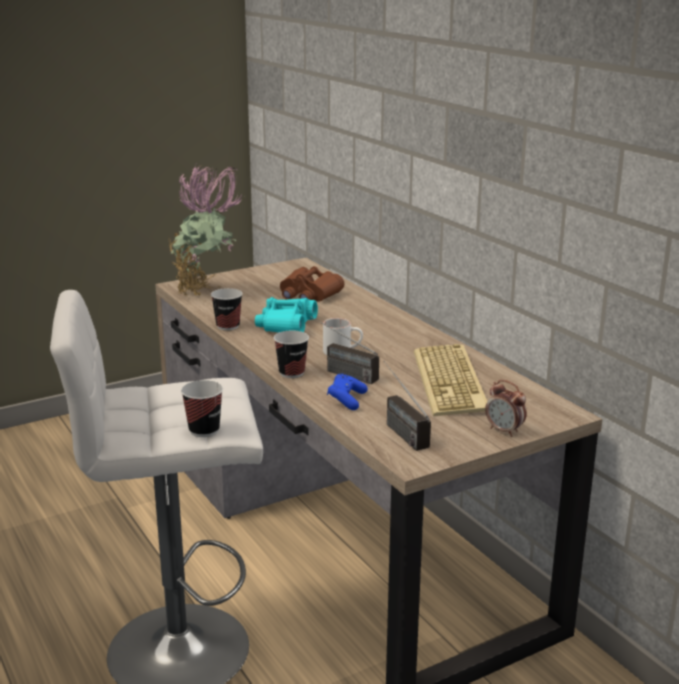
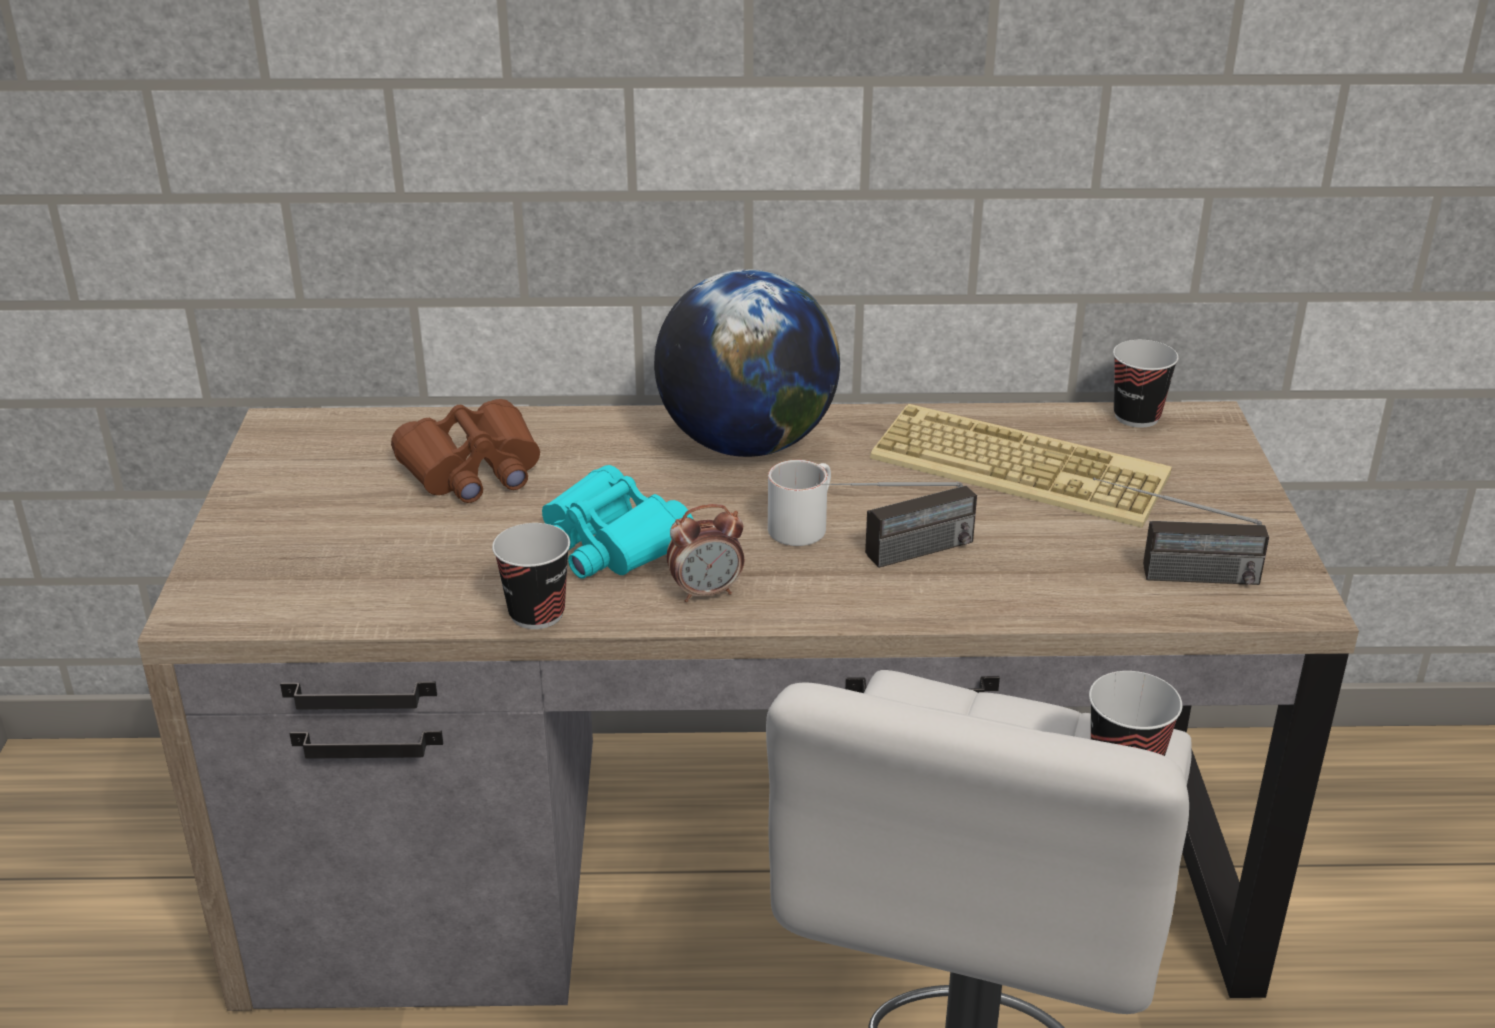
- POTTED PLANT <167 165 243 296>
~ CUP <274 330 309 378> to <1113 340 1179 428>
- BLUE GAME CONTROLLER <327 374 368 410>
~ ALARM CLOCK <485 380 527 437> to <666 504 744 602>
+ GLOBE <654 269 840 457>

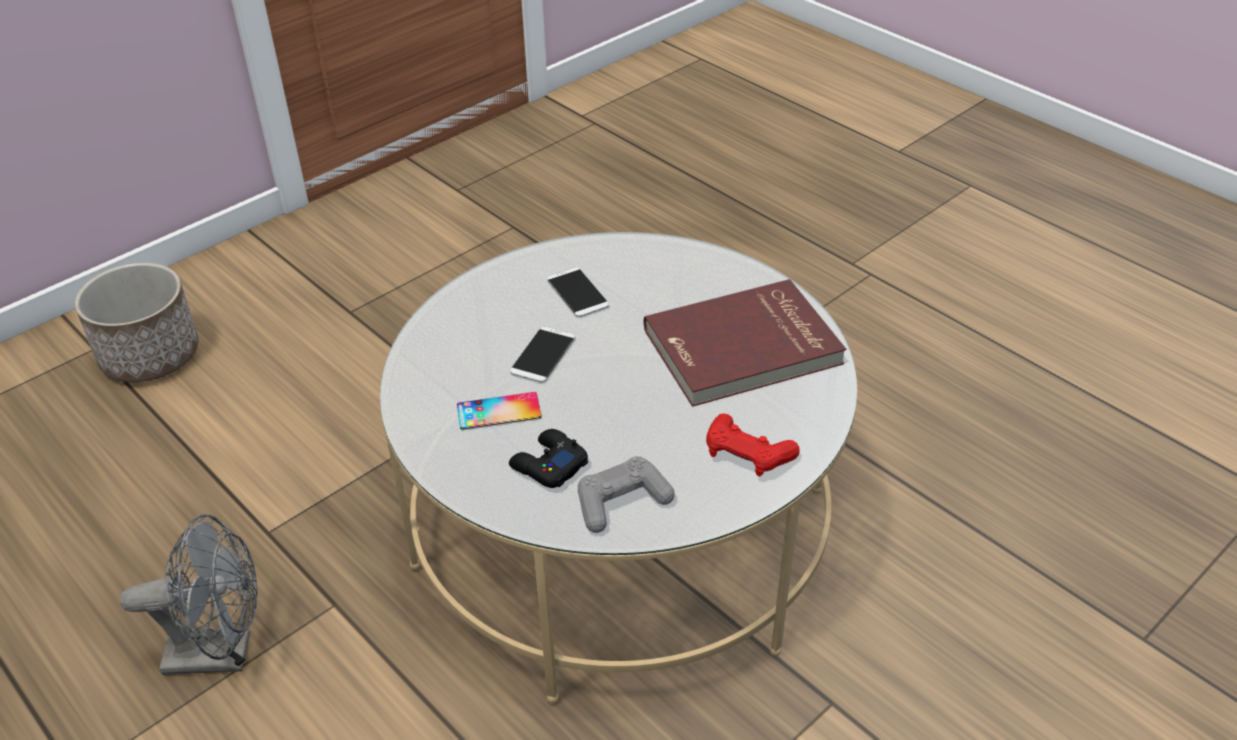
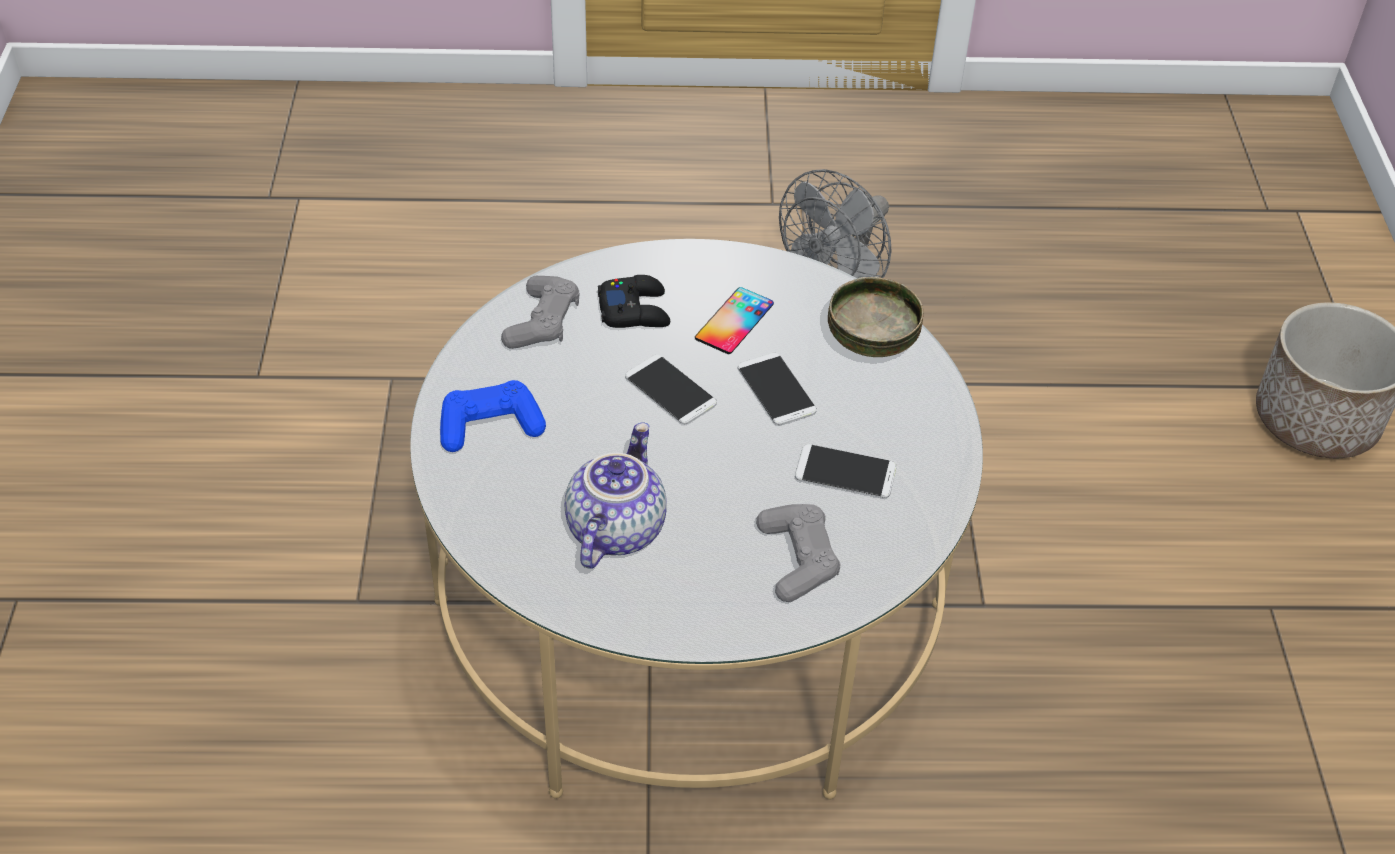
~ RED BOOK <644 279 846 407> to TEAPOT <565 422 667 569>
~ RED GAME CONTROLLER <706 413 800 477> to BLUE GAME CONTROLLER <440 380 546 452>
+ BOWL <828 277 924 357>
+ PHONE <625 355 717 424>
+ GREY GAME CONTROLLER <756 504 841 602>

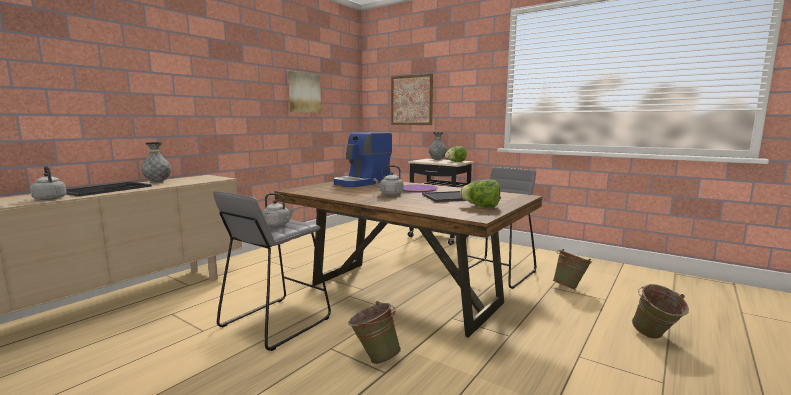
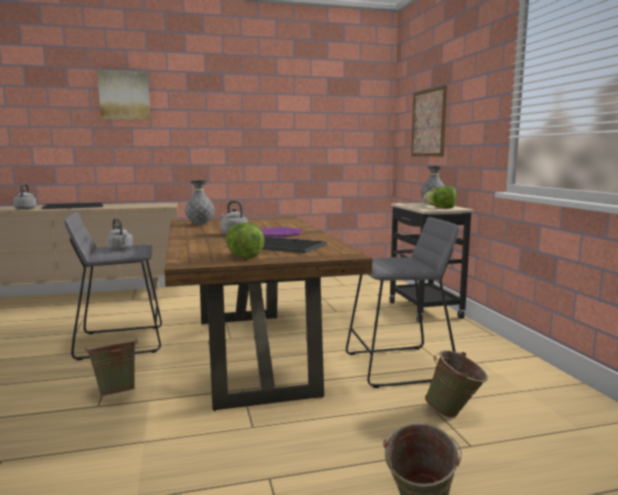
~ PICTURE <288 71 321 113> to <97 70 150 120>
- COFFEE MACHINE <334 132 392 187>
~ GREY VASE <141 142 171 182> to <185 180 215 225>

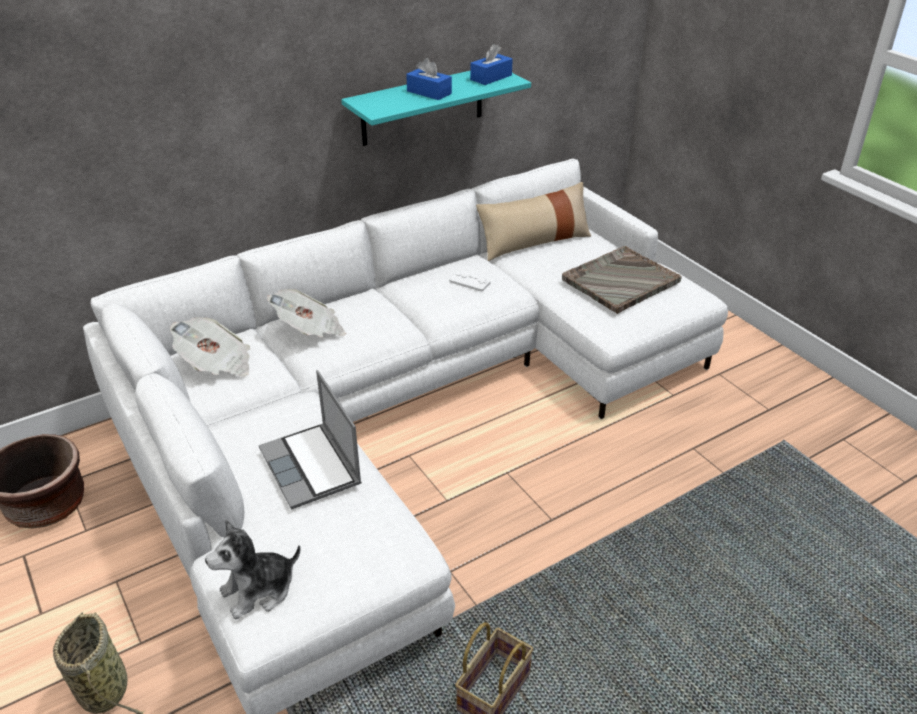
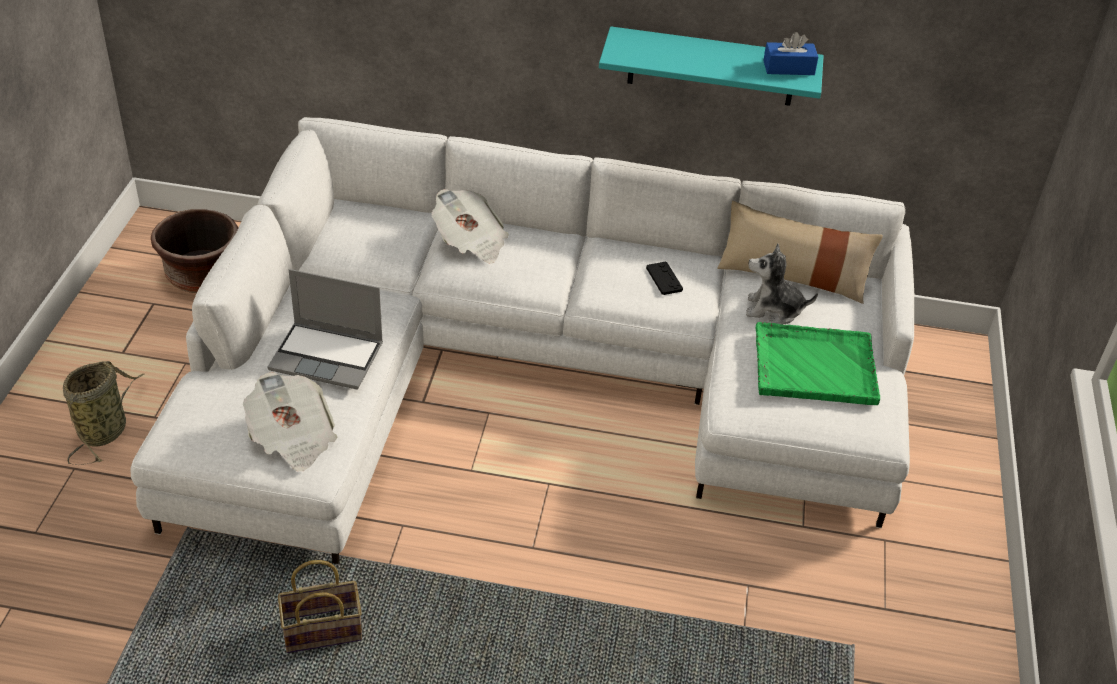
- BLUE TISSUE BOX <406 58 452 100>
~ GREY TRAY <562 246 682 314> to GREEN TRAY <756 322 880 405>
~ WHITE GAME CONTROLLER <449 271 491 292> to BLACK GAME CONTROLLER <646 262 683 295>
~ NEWSPAPER <170 317 250 376> to <243 372 338 471>
~ LAPTOP <259 370 362 510> = <268 269 383 389> 90 degrees counterclockwise
~ PLUSH TOY <205 520 301 619> to <746 243 818 325>

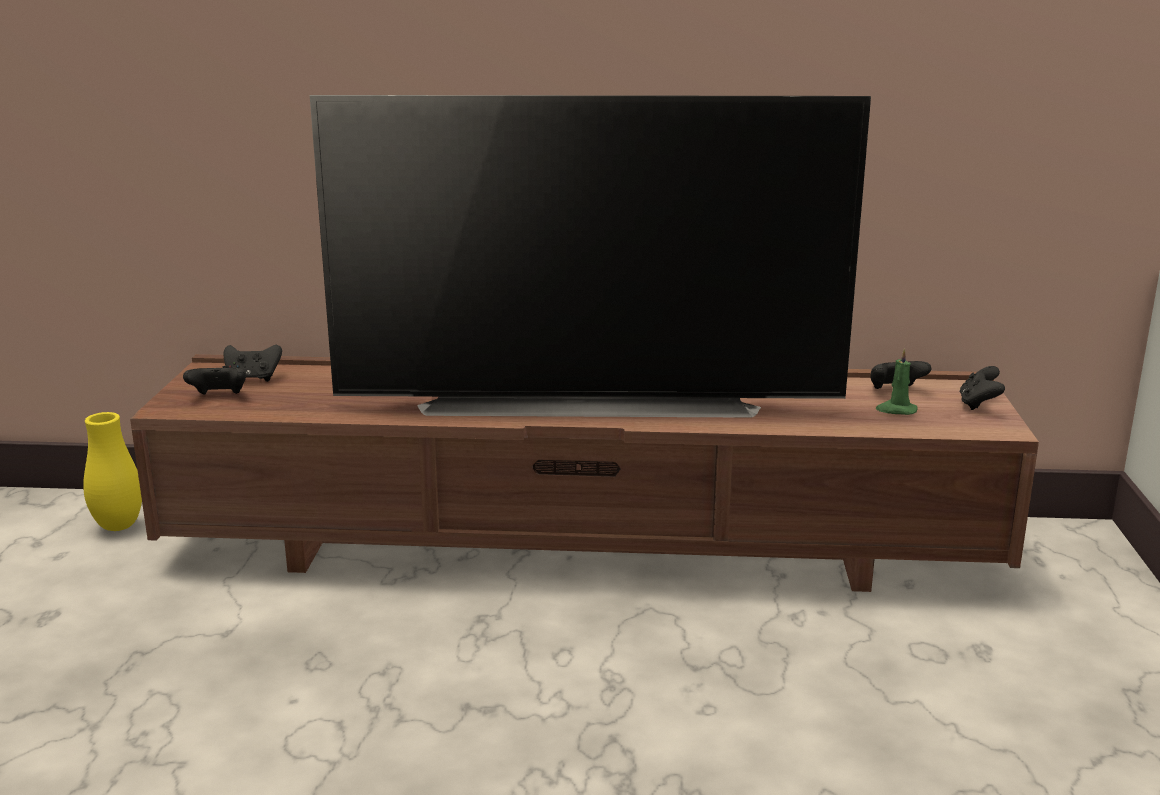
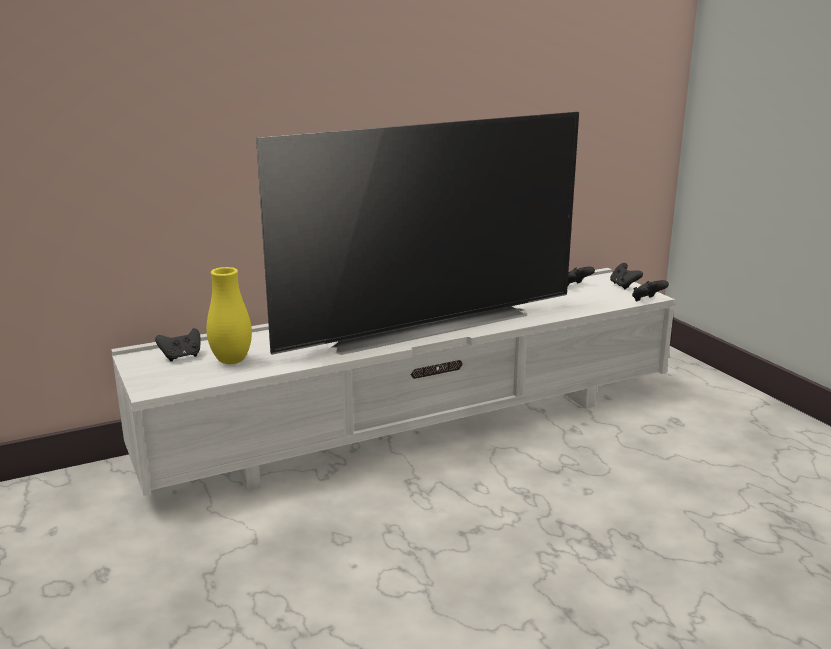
- GREEN CANDLE <876 349 918 415>
~ BROWN TV STAND <130 354 1039 592> to WHITE TV STAND <111 268 675 496>
~ BLACK GAME CONTROLLER <183 366 246 395> to <632 280 669 302>
~ YELLOW VASE <83 412 142 531> to <207 267 252 364>

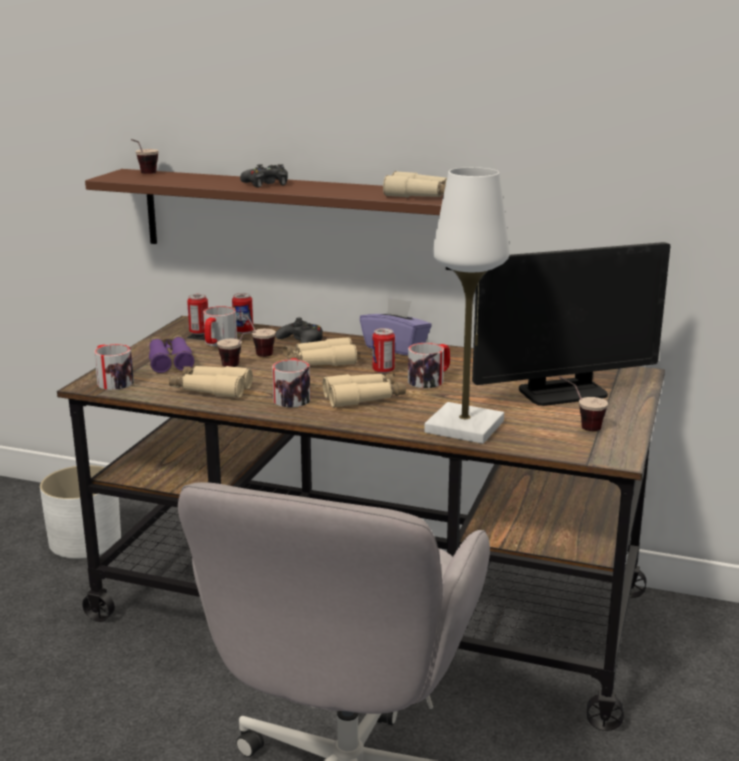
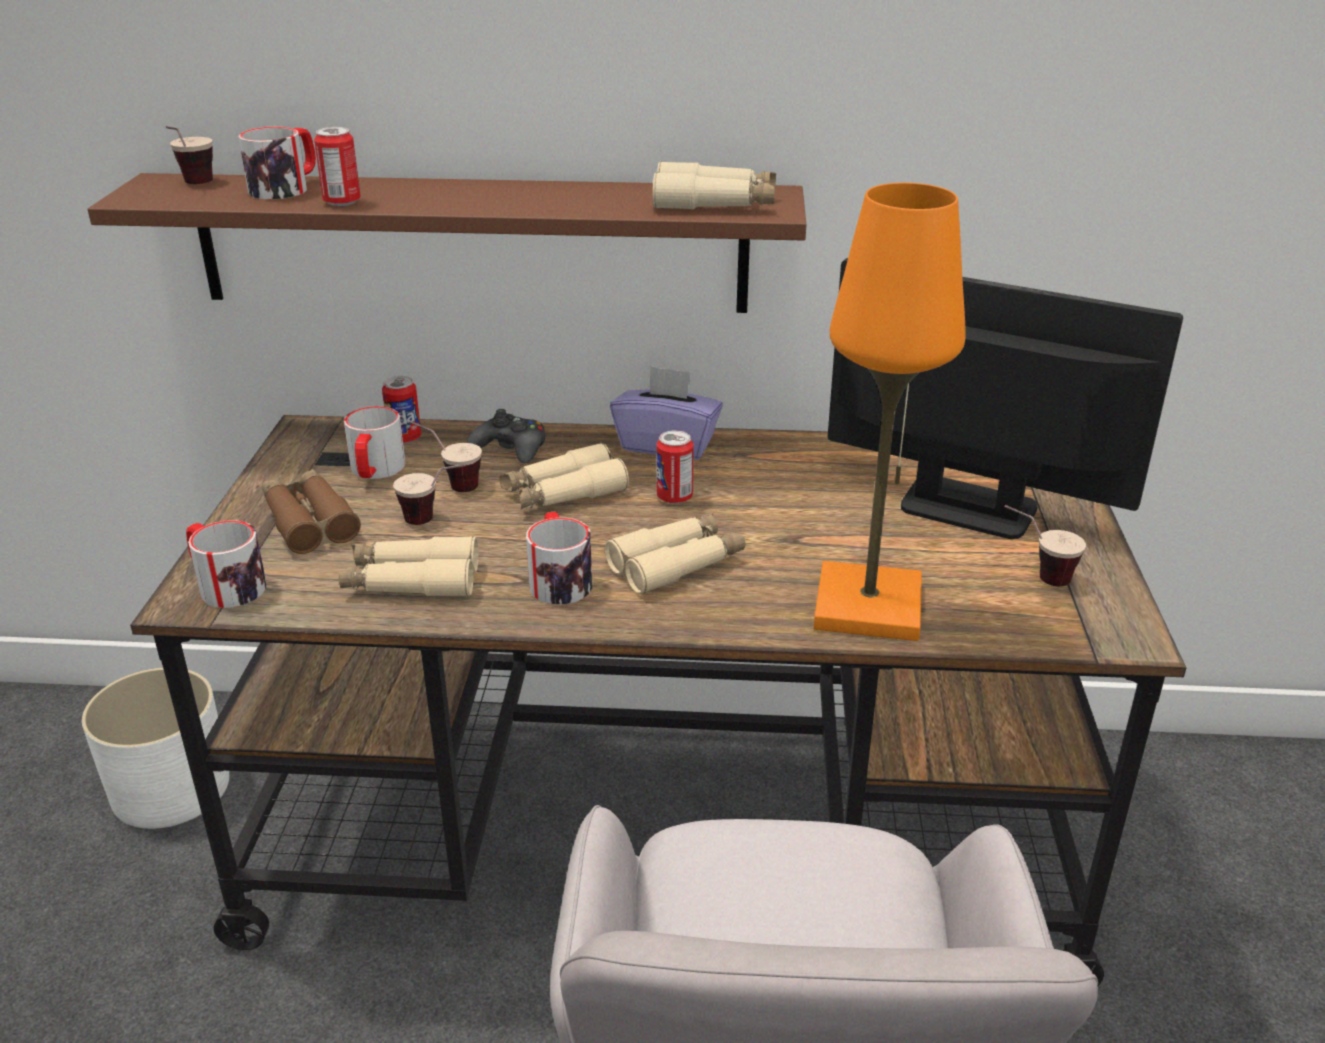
- BLACK GAME CONTROLLER <240 164 288 188>
~ WHITE TABLE LAMP <424 167 510 444> to ORANGE TABLE LAMP <814 183 966 641>
~ MONITOR <472 242 670 406> = <828 258 1183 539> 120 degrees counterclockwise
~ CAN <187 294 208 335> to <314 127 361 206>
~ PURPLE BINOCULARS <149 335 195 373> to BROWN BINOCULARS <262 469 361 554>
~ MUG <408 343 450 388> to <238 127 316 199>

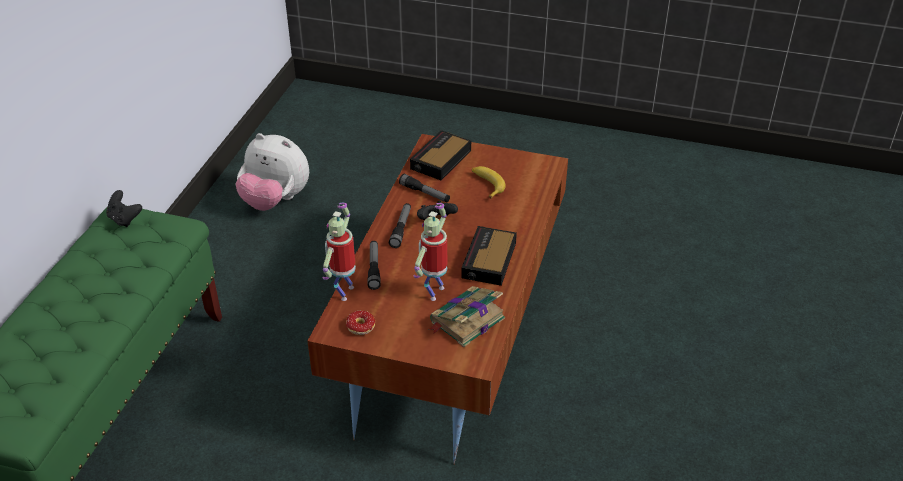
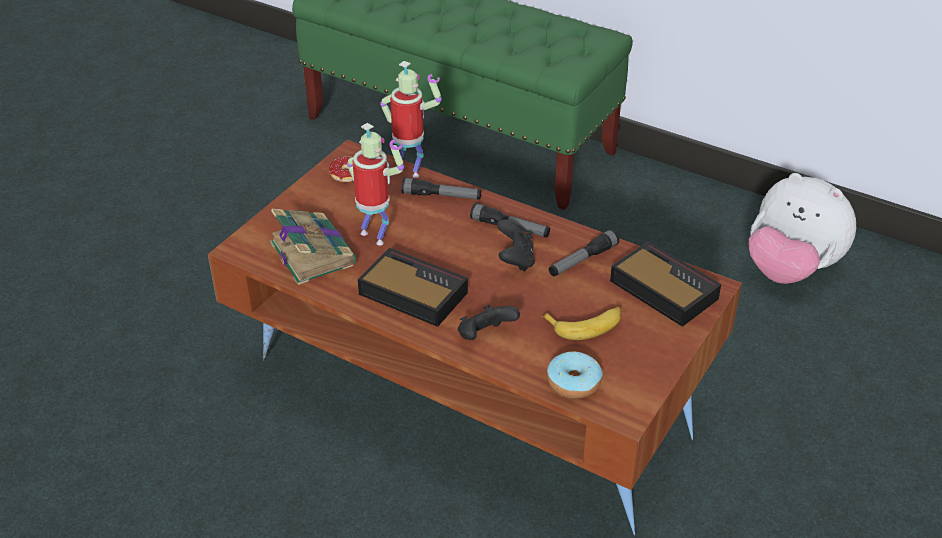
~ PLUSH TOY <236 133 309 211> = <748 173 856 284> 90 degrees counterclockwise
~ BLACK GAME CONTROLLER <106 190 142 227> to <458 305 520 340>
+ DONUT <547 351 603 398>

